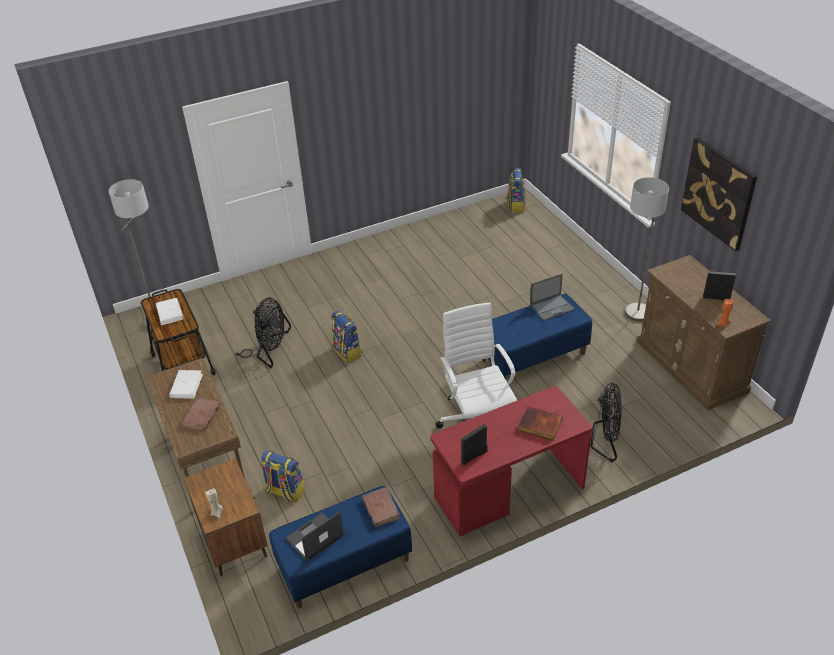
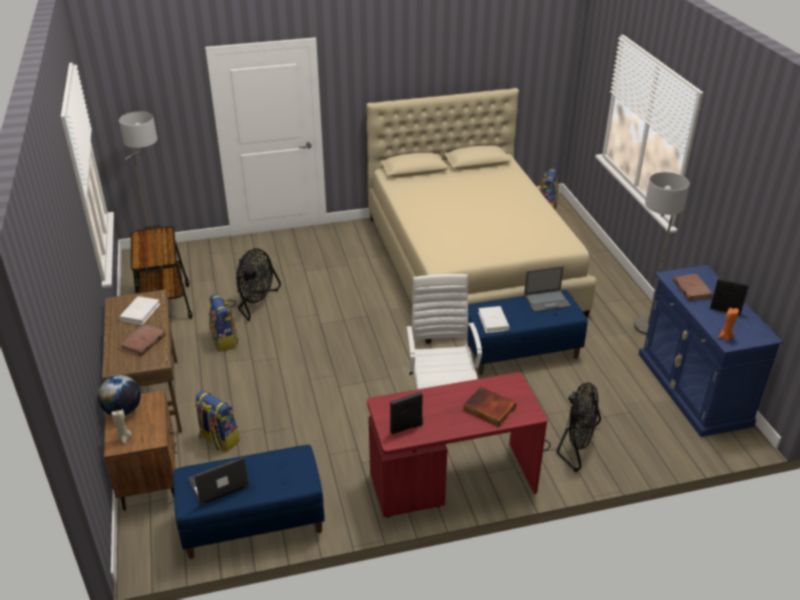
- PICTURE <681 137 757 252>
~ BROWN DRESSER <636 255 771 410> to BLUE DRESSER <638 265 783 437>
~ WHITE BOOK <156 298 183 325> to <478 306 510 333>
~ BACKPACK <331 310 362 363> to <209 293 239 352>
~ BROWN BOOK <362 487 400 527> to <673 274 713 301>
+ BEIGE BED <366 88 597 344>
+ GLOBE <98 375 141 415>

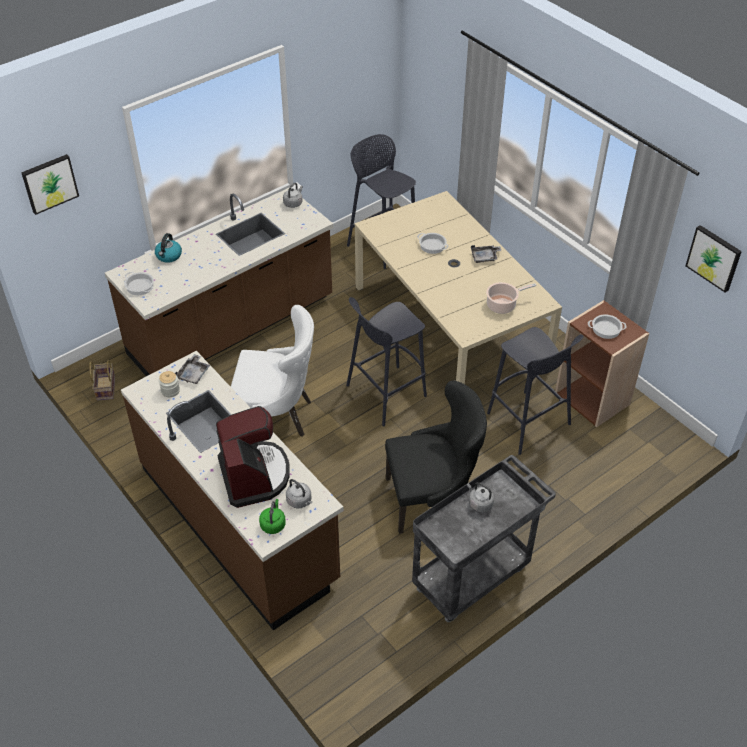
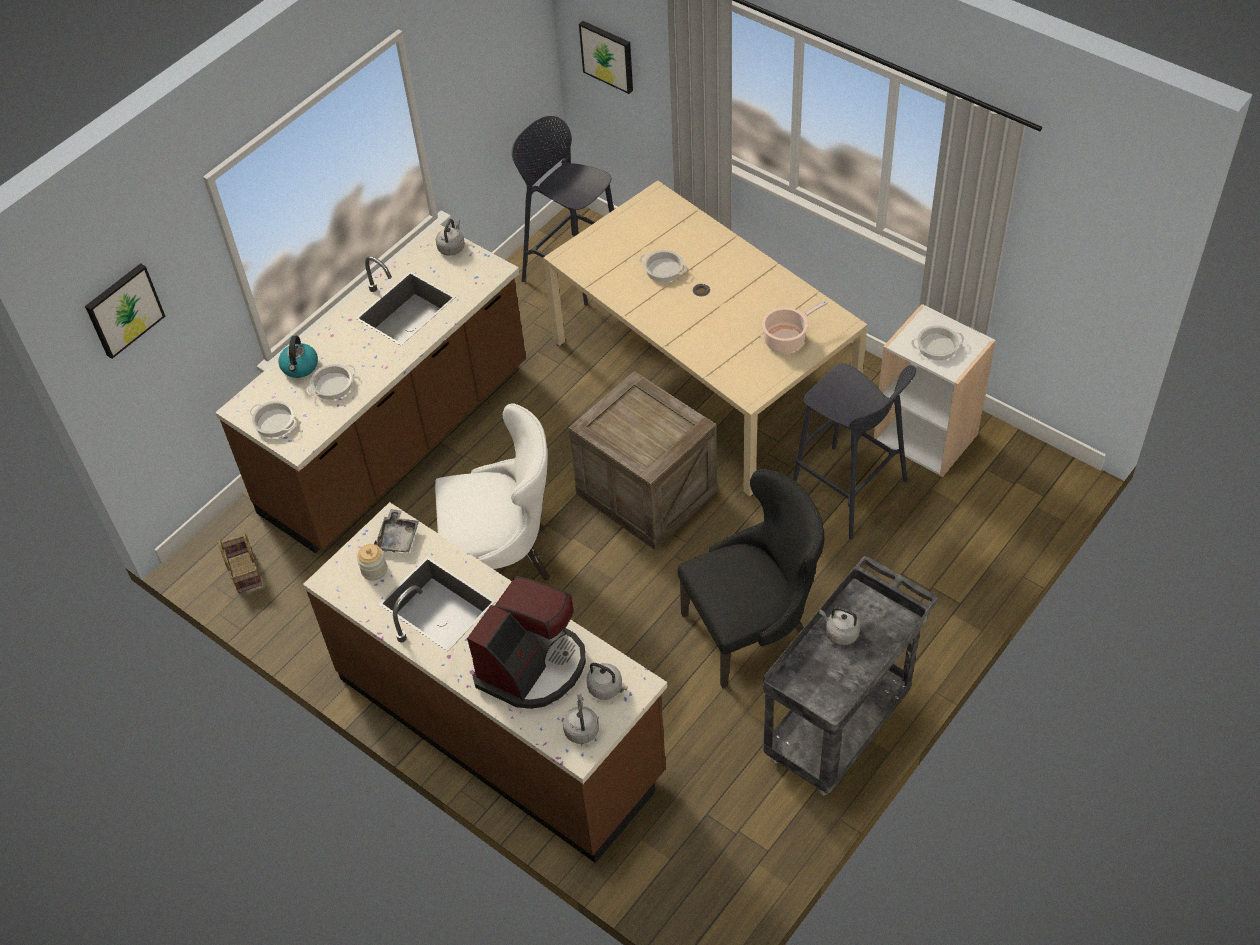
~ PICTURE <686 225 742 293> to <579 21 633 94>
- GREY TRAY <471 245 501 263>
~ GREY STOOL <346 297 427 427> to CRATE <568 371 717 550>
~ BROWN BOOKCASE <555 300 650 427> to WHITE BOOKCASE <874 304 996 477>
~ COFFEE MACHINE <216 406 290 508> = <467 576 586 709> 60 degrees clockwise
~ GREEN KETTLE <259 499 286 534> to GREY KETTLE <563 694 599 744>
+ COOKING POT <307 364 355 400>

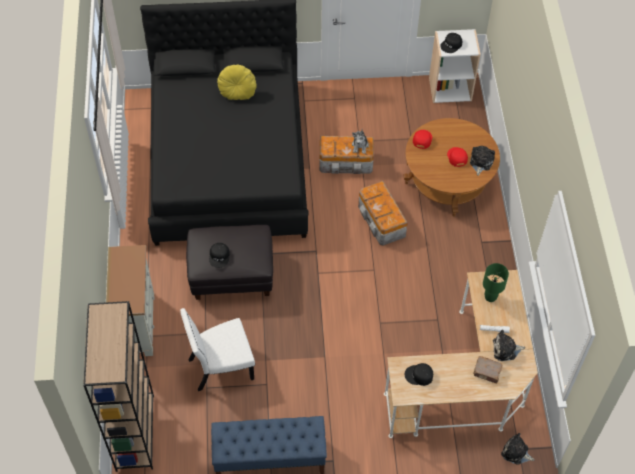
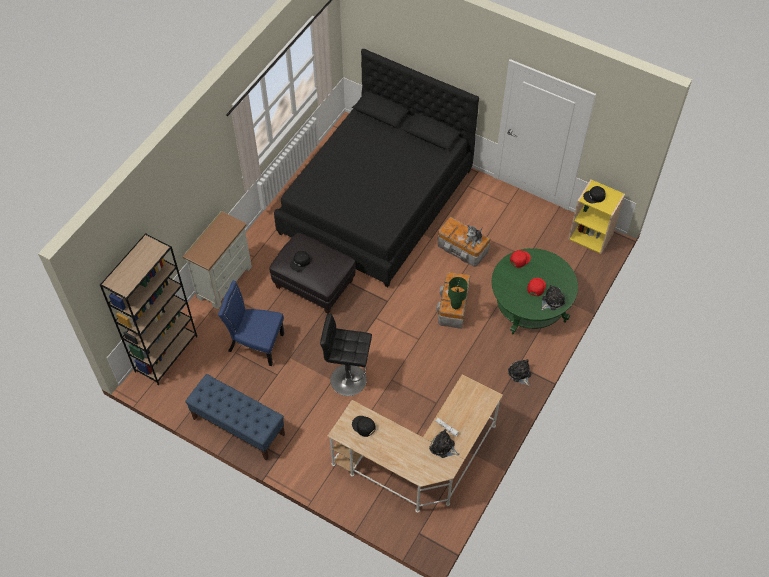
~ WHITE BOOKCASE <429 29 481 103> to YELLOW BOOKCASE <568 180 625 254>
- YELLOW PILLOW <217 65 257 100>
~ BROWN COFFEE TABLE <403 118 500 217> to GREEN COFFEE TABLE <492 248 578 335>
~ GREEN TABLE LAMP <483 263 509 302> to <448 277 468 309>
~ WHITE CHAIR <180 308 255 391> to BLUE CHAIR <218 280 284 366>
- BROWN BOOK <473 356 503 384>
~ PLUSH TOY <501 433 535 465> to <508 359 531 386>
+ BLACK STOOL <320 313 372 396>

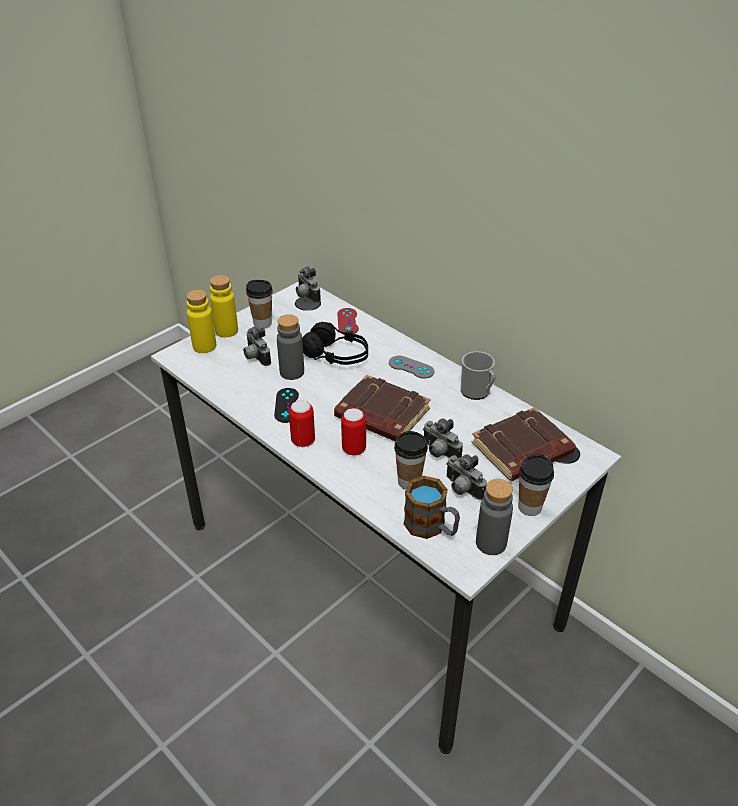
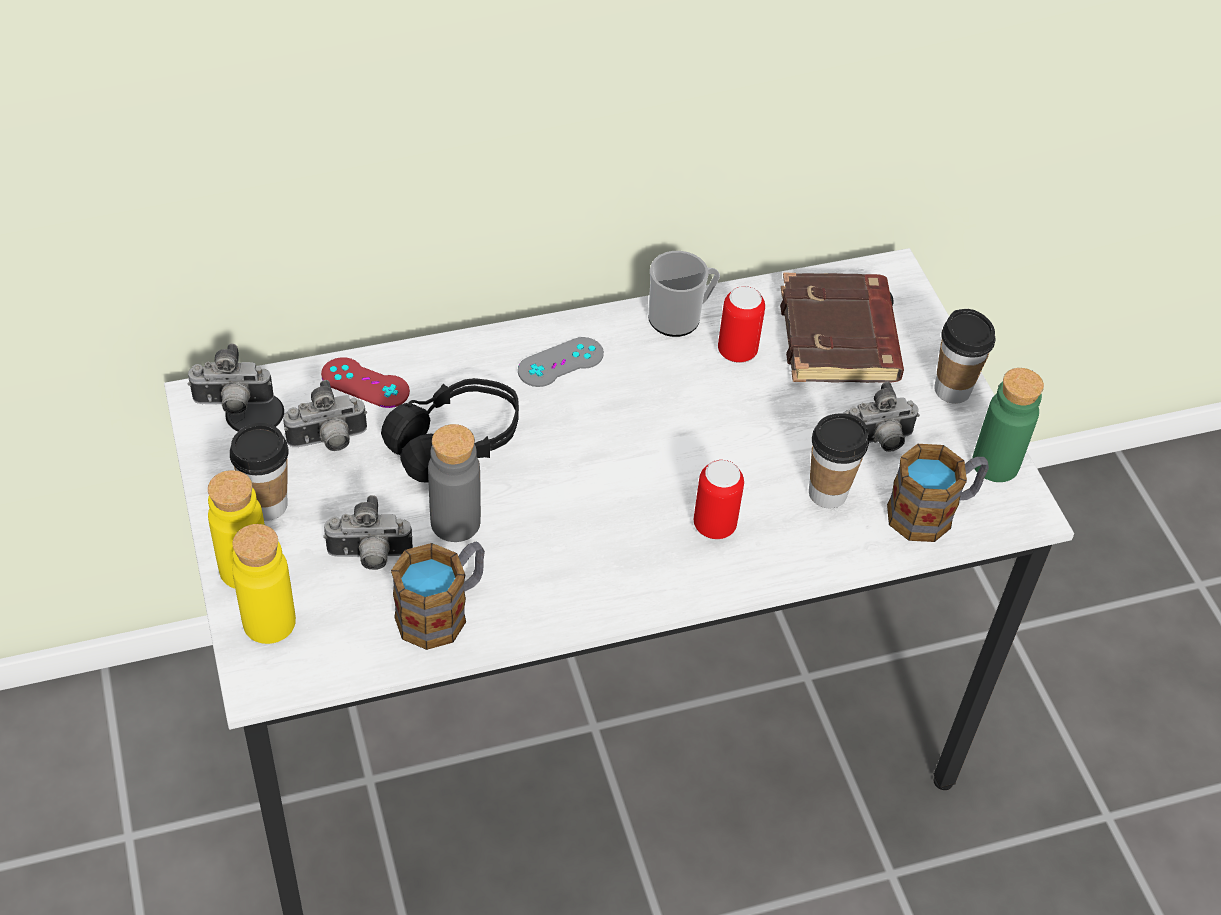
- BROWN BOOK <334 375 430 442>
- BLACK GAME CONTROLLER <274 388 299 423>
~ CAN <289 400 315 447> to <718 286 765 363>
~ PHOTO CAMERA <423 418 463 459> to <283 380 367 451>
~ GREY BOTTLE <476 479 513 555> to GREEN BOTTLE <972 368 1044 482>
+ MUG <391 541 485 650>

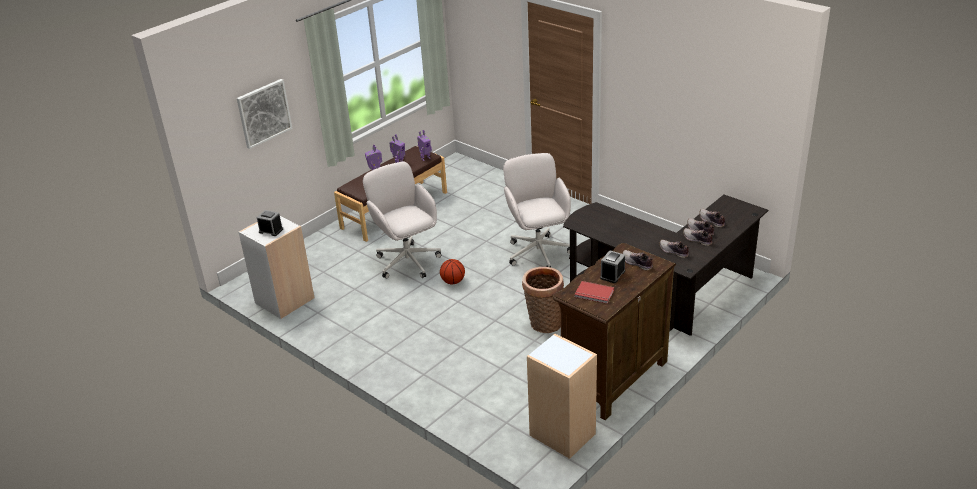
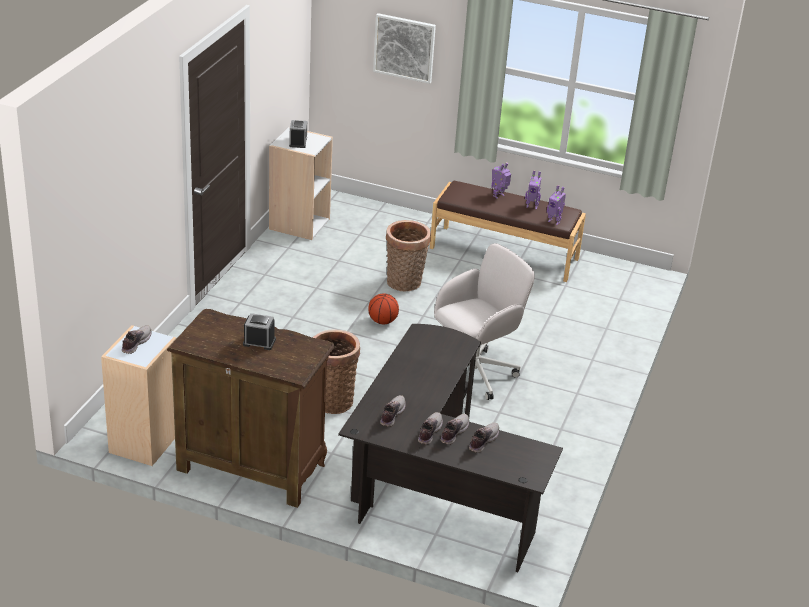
~ WHITE OFFICE CHAIR <363 162 441 279> to BASKET <386 220 431 291>
~ SHOE <622 250 653 270> to <122 325 151 354>
- RED BOOK <574 281 614 304>

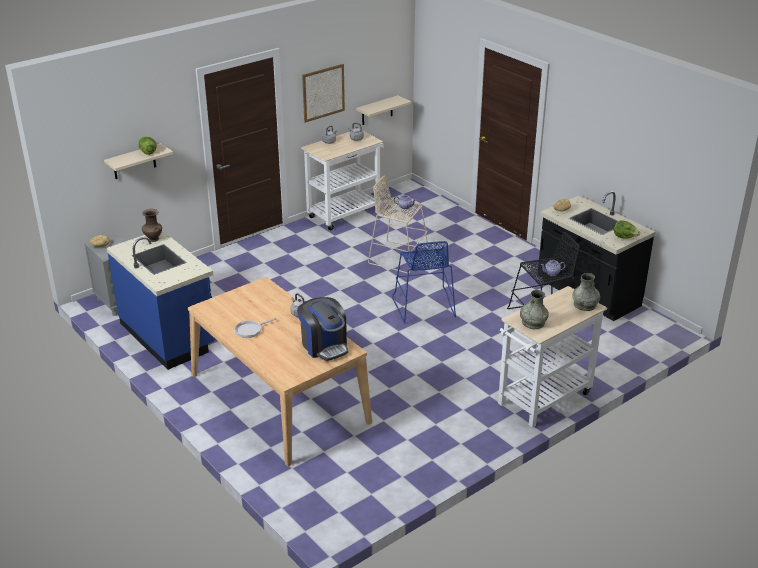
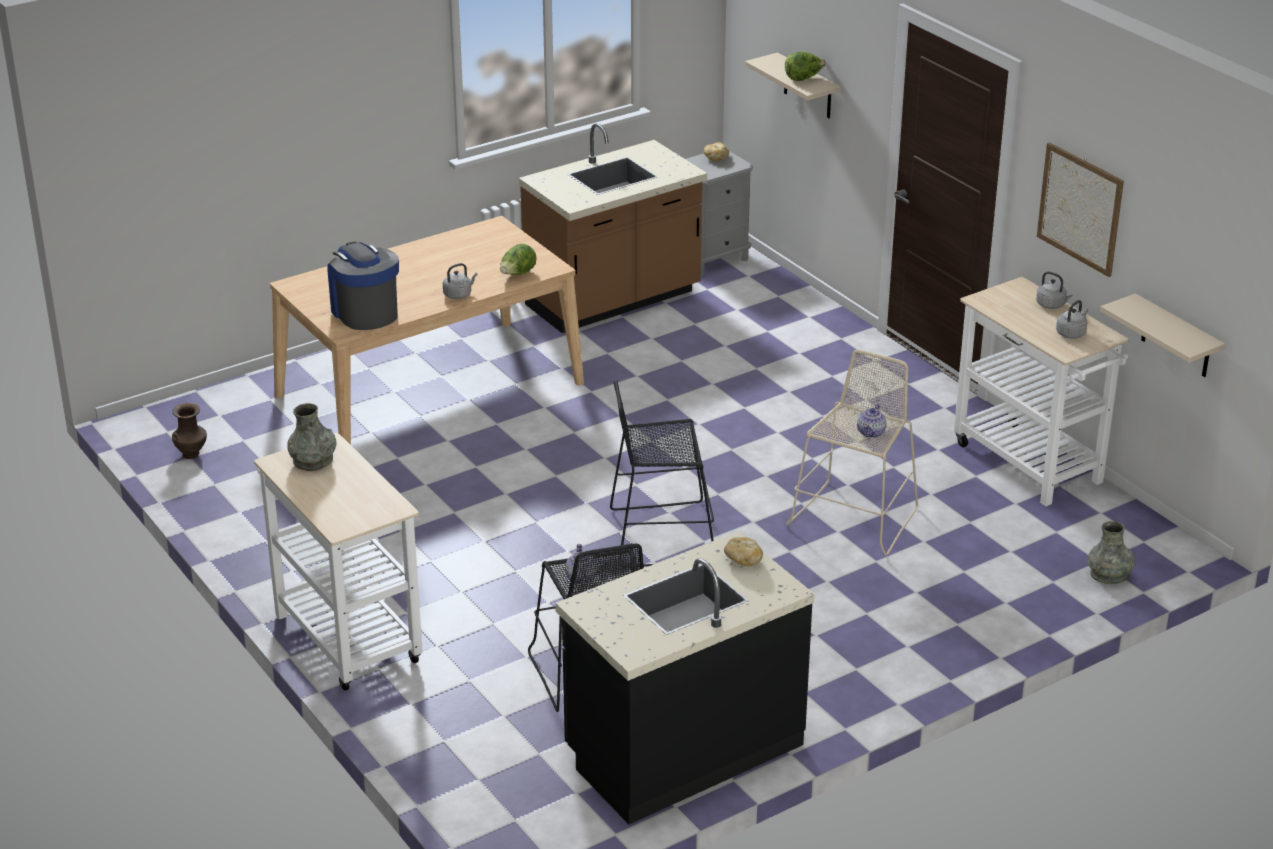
~ BROWN VASE <142 209 162 242> to <172 403 207 459>
~ LETTUCE <614 220 640 239> to <500 244 536 275>
~ BLUE COUNTER <107 231 216 370> to BROWN COUNTER <519 123 707 333>
~ BLUE STOOL <392 241 456 323> to BLACK STOOL <610 381 714 567>
~ GREY VASE <572 273 600 311> to <1087 521 1135 584>
~ COFFEE MACHINE <297 297 348 361> = <327 241 399 330> 90 degrees clockwise
- FRYING PAN <233 318 277 338>

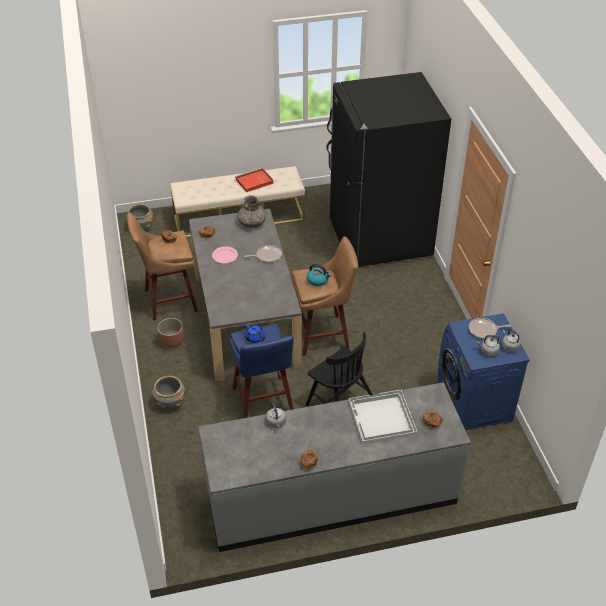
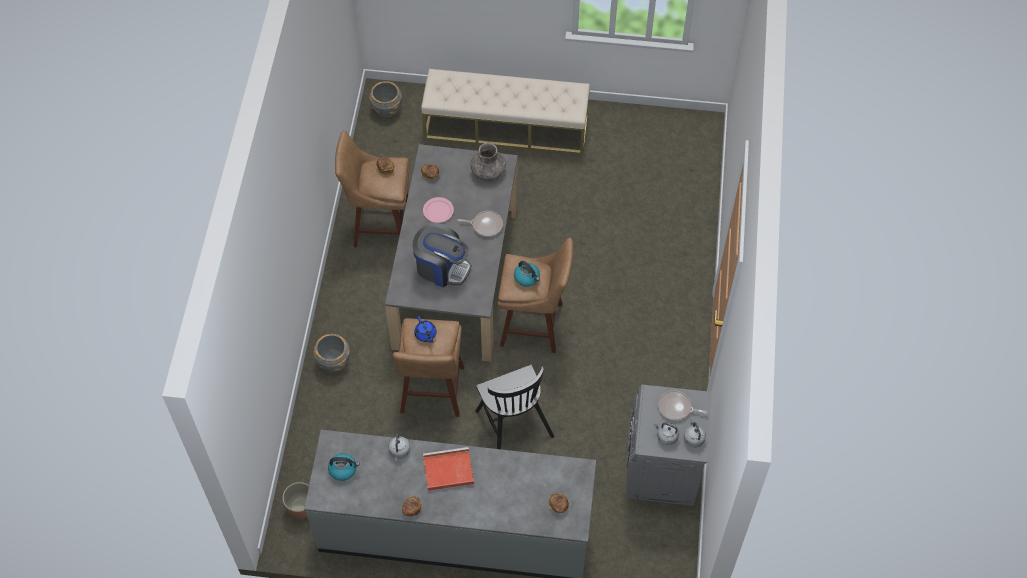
- BLACK FRIDGE <326 72 451 267>
~ RED TRAY <235 168 274 192> to <423 447 474 491>
~ BLUE WASHING MACHINE <438 313 530 430> to GREY WASHING MACHINE <626 384 711 506>
~ PLANTER <157 318 183 348> to <282 482 309 520>
~ BLUE STOOL <230 324 294 418> to BROWN STOOL <392 318 464 417>
- WHITE TRAY <348 390 417 445>
+ COFFEE MACHINE <413 222 472 288>
+ KETTLE <328 454 360 481>

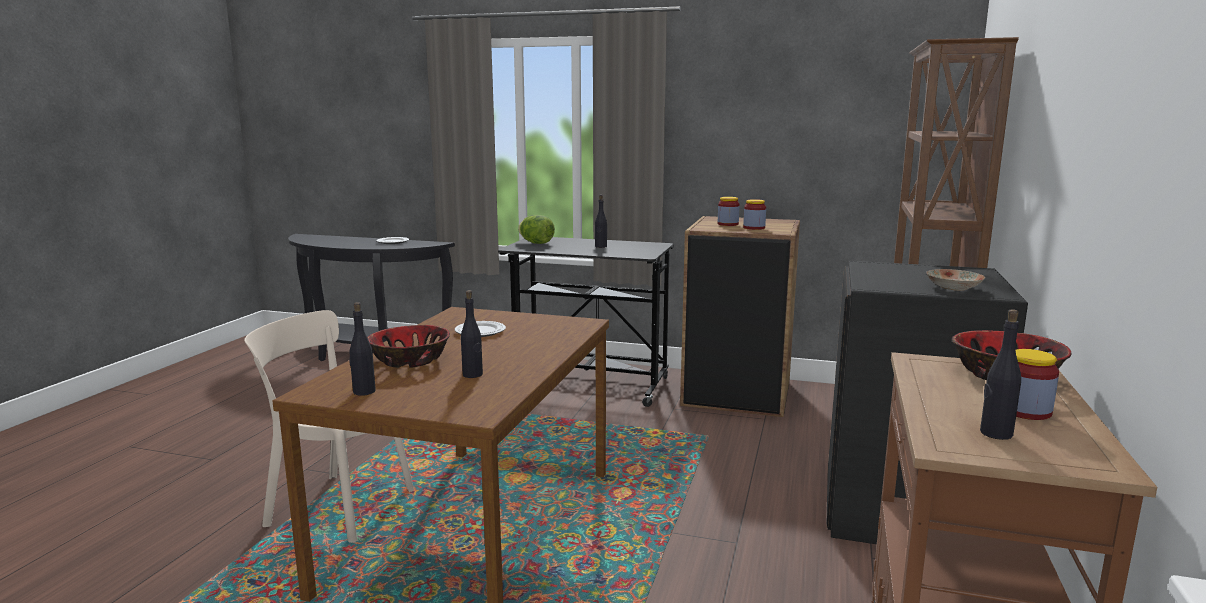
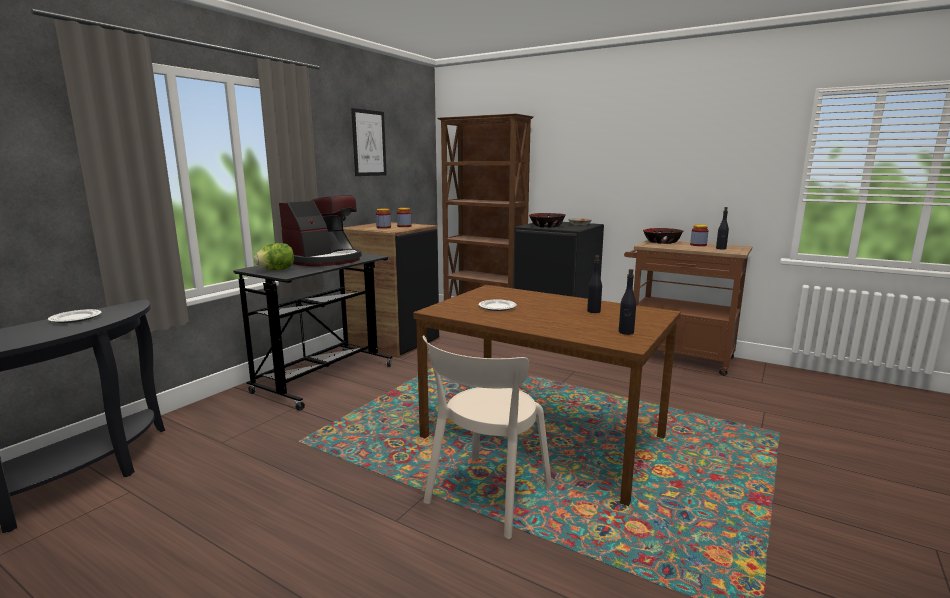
~ BLACK BOTTLE <595 195 607 248> to COFFEE MACHINE <279 195 362 266>
~ BOWL <367 325 450 368> to <529 213 566 228>
+ PICTURE <351 108 387 176>

